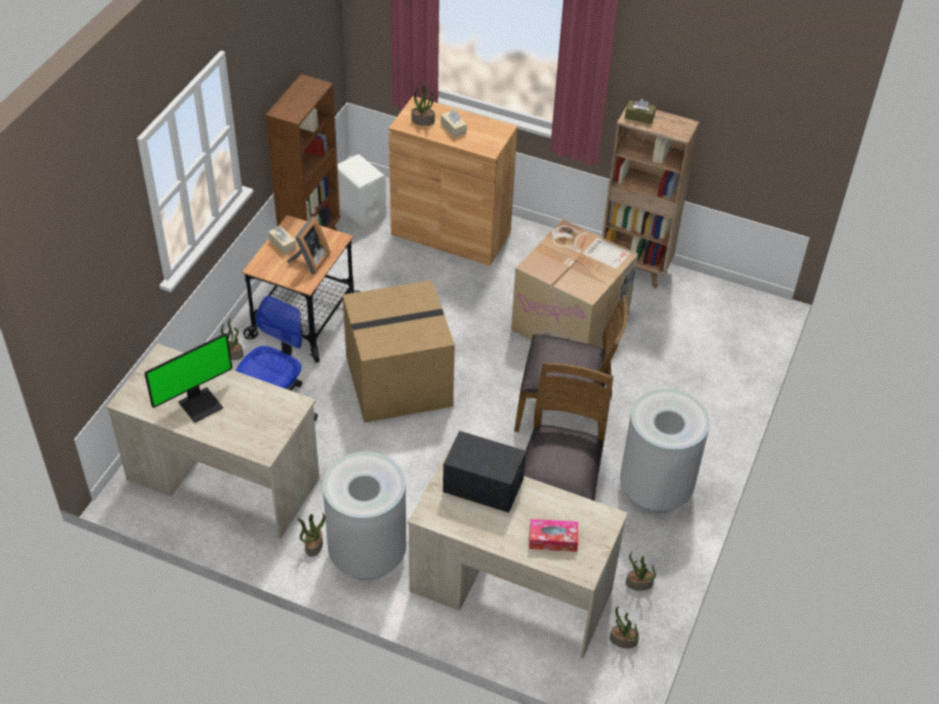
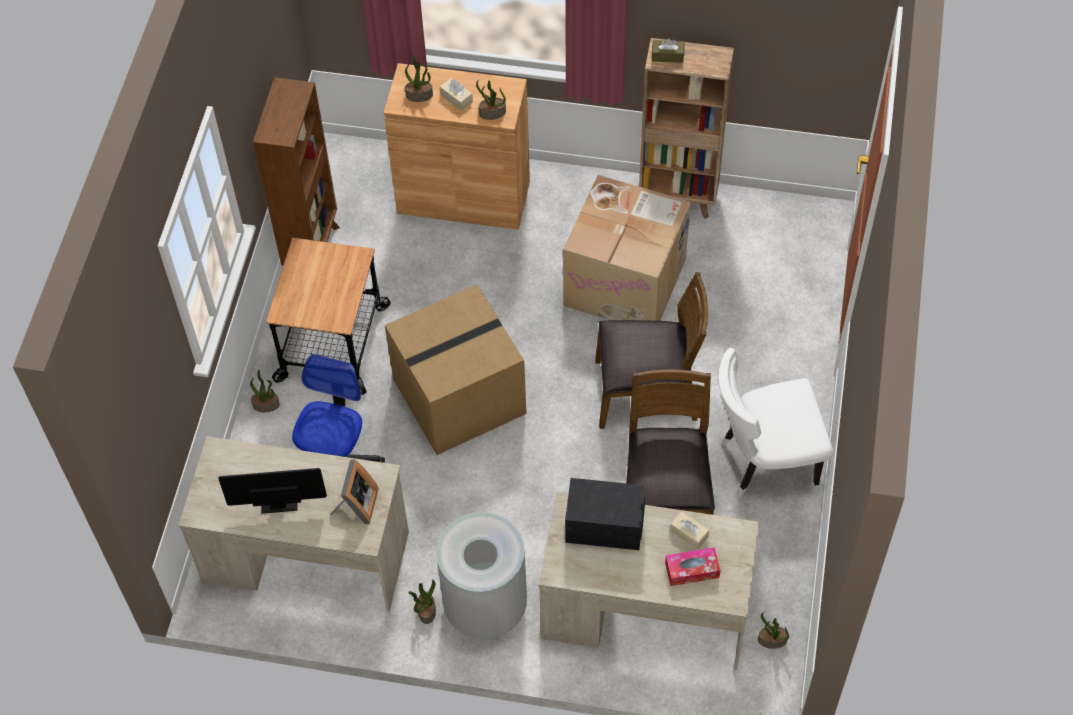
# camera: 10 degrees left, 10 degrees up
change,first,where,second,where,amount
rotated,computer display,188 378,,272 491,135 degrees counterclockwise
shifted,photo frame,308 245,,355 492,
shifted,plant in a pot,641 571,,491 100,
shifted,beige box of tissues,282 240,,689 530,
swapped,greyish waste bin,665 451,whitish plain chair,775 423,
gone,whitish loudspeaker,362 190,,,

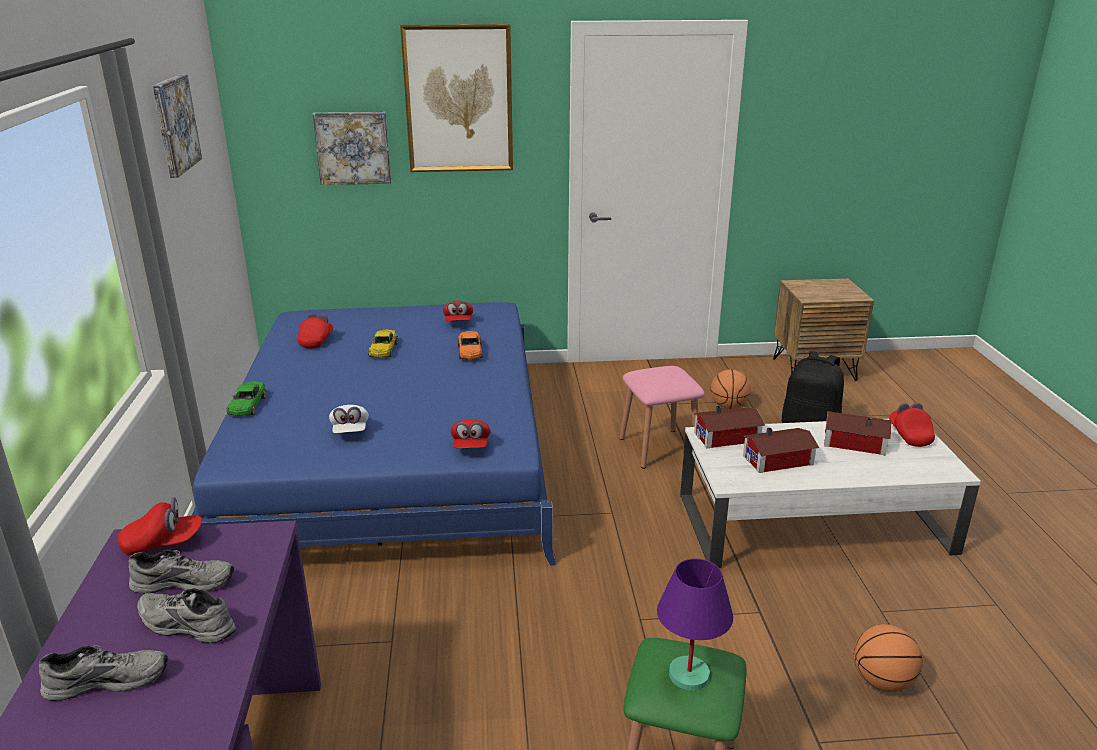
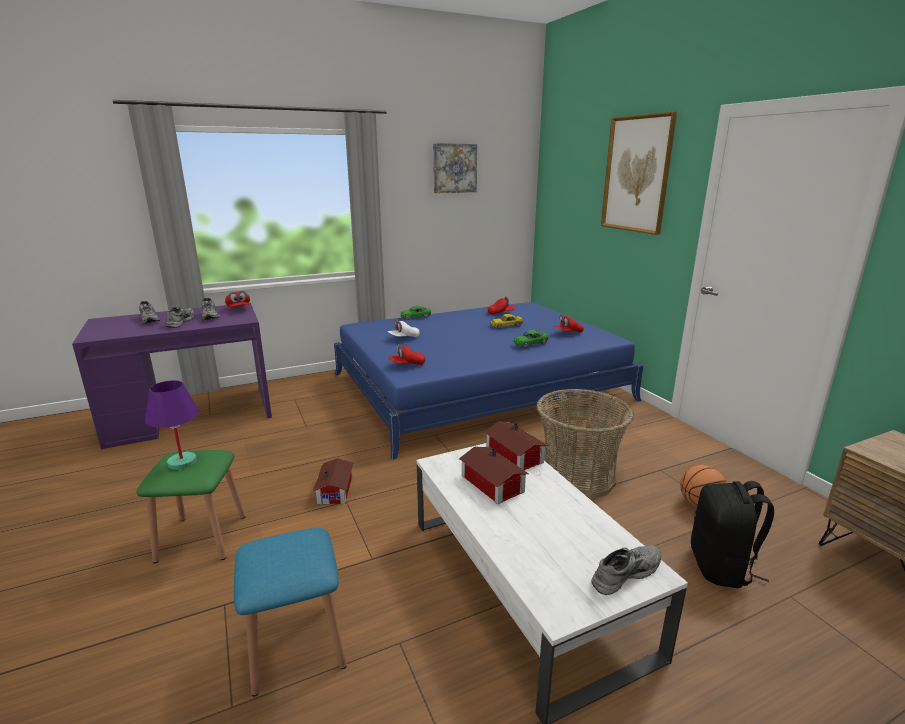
# camera: 70 degrees right, 5 degrees down
change,first,where,second,where,amount
swapped,basketball ball,888 658,blue-coloured stool,290 612,
shifted,toy house,857 433,,333 481,
repainted,orange model car,470 345,greenish model car,531 339,
swapped,pinkish stool,662 417,household basket,585 444,
swapped,red-coloured peaked cap,912 425,greyish low shoe,626 570,
gone,wall picture,351 148,,,

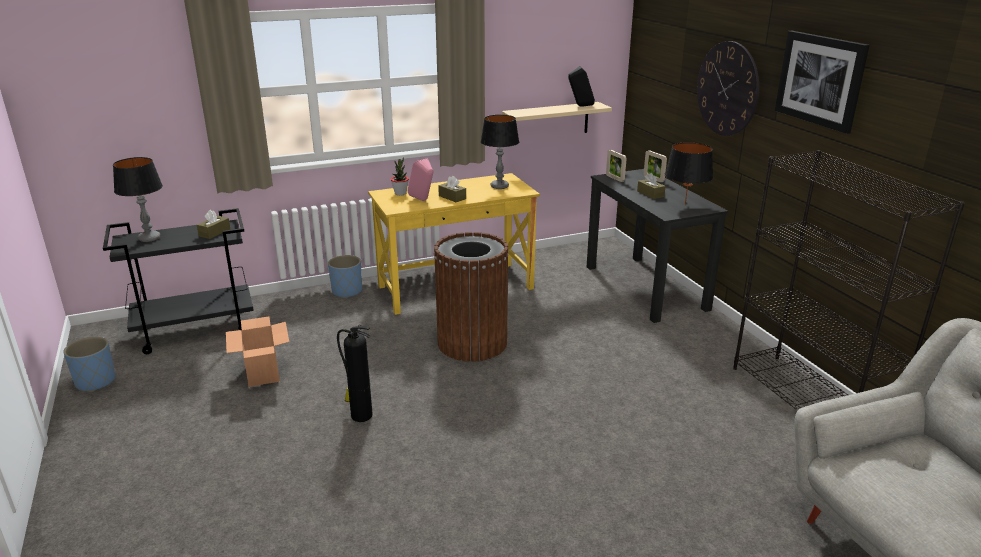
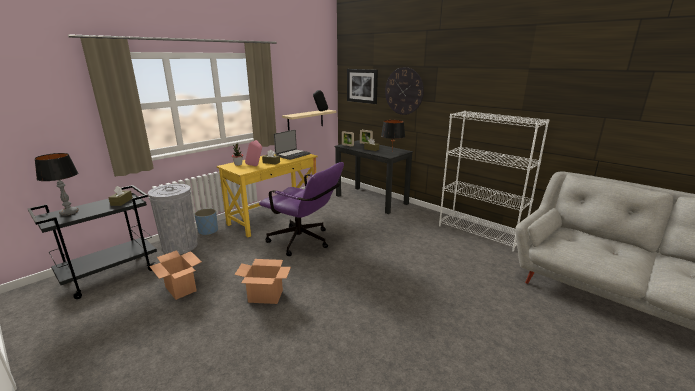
# camera: 25 degrees left, 5 degrees down
change,first,where,second,where,amount
new,,,greyish waste bin,173 219,
swapped,fire extinguisher,355 373,packing box,262 281,
swapped,brown waste bin,471 297,purplish office chair,301 209,
swapped,tabletop lamp,500 152,laptop,292 145,
shifted,wall picture,822 82,,362 86,
repainted,blackish shelving unit,849 280,whitish shelving unit,494 181,
gone,blue-coloured flower pot,89 364,,,

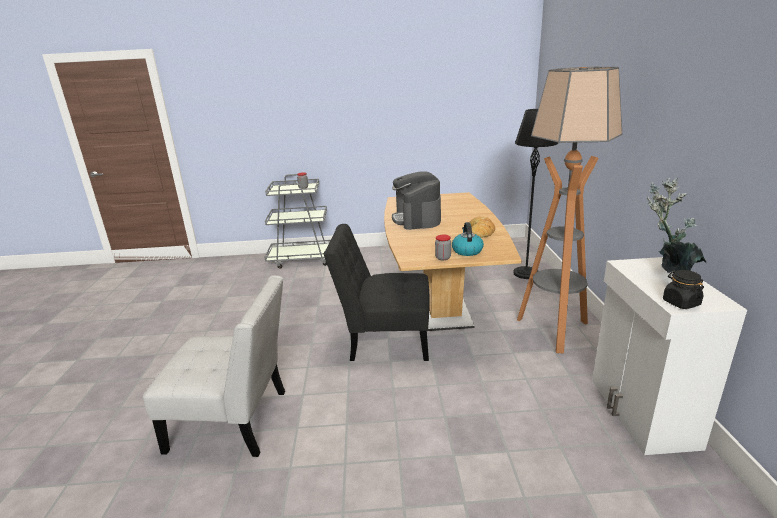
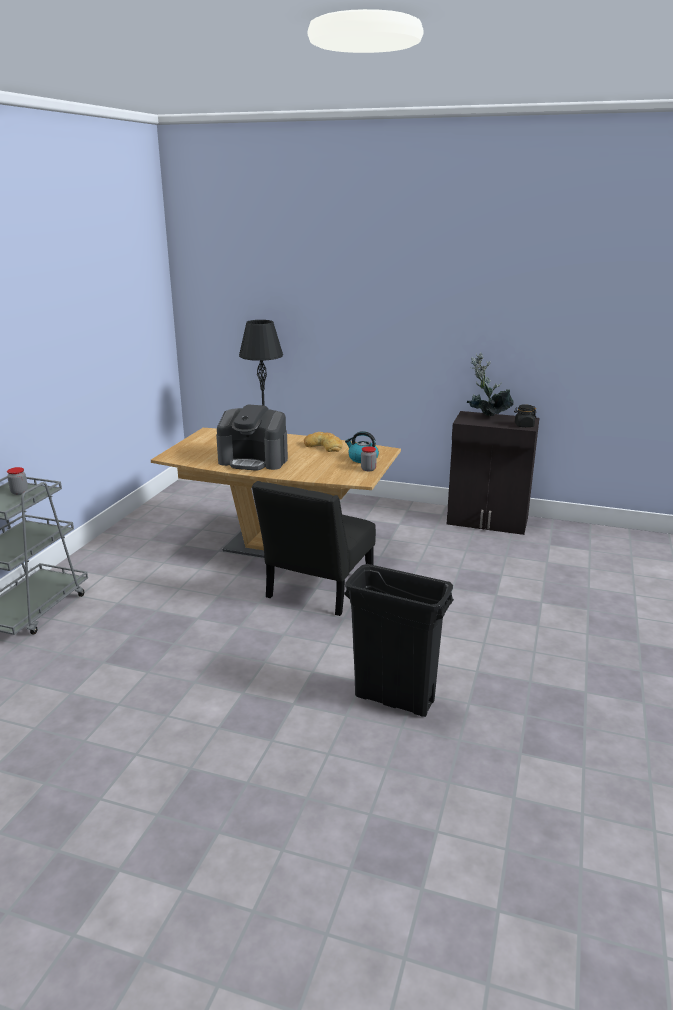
# camera: 70 degrees left, 0 degrees up
change,first,where,second,where,amount
swapped,whitish plain chair,214 366,blackish waste bin,399 640,
repainted,whitish cupboard,669 356,blackish cupboard,493 473,
gone,floor lamp,570 210,,,

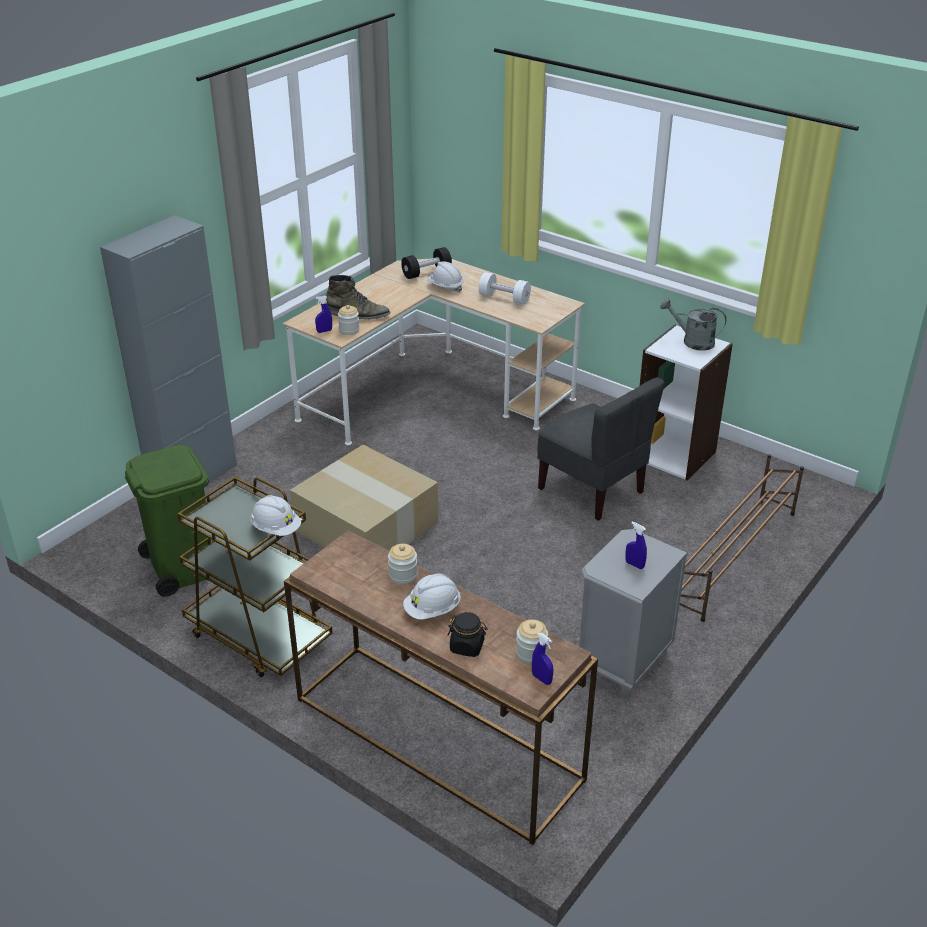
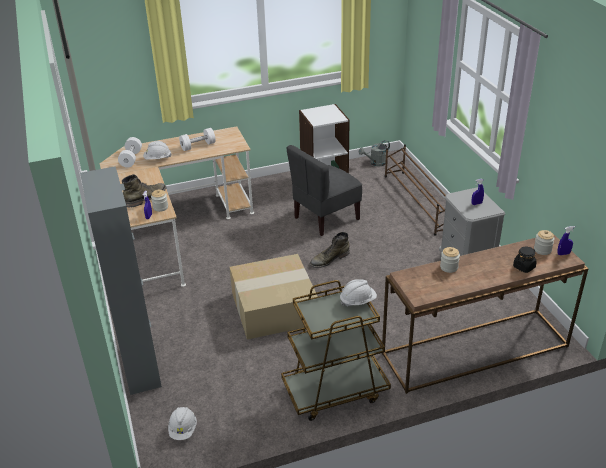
# camera: 55 degrees left, 0 degrees up
change,first,where,second,where,amount
repainted,blackish hand weight,426 263,whitish hand weight,130 152,
shifted,whitish hard hat,432 597,,182 423,
rotated,greyish plain chair,601 449,,324 190,150 degrees clockwise
new,,,greenish boot,330 250,
shifted,greyish watering pot,693 324,,374 153,
gone,greenish waste bin,168 521,,,

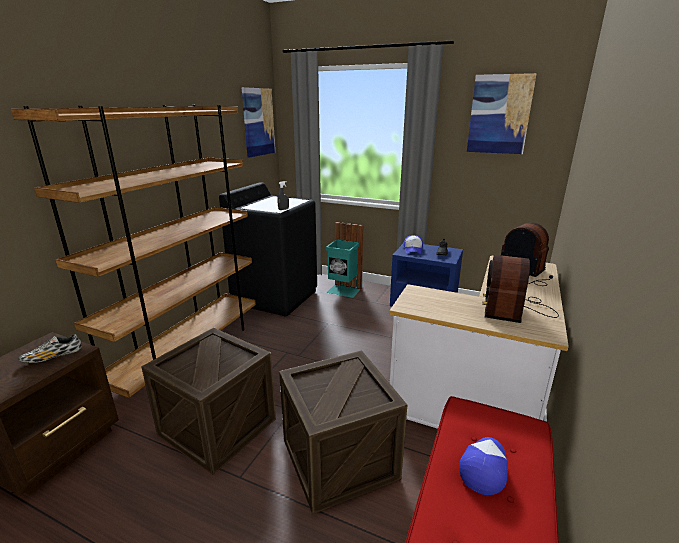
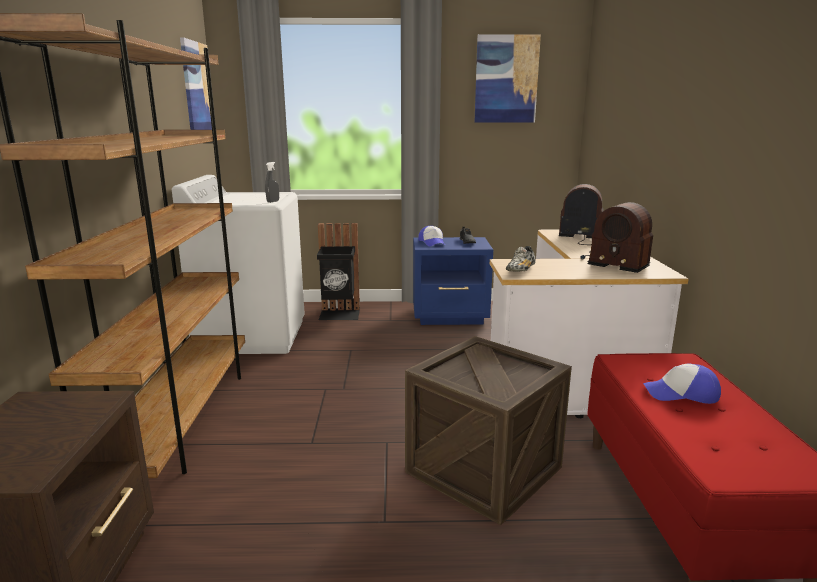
# camera: 25 degrees left, 5 degrees down
change,first,where,second,where,amount
repainted,blackish laundry machine,268 249,whitish laundry machine,238 264,
repainted,blue-green waste bin,345 260,blackish waste bin,338 271,
shifted,low shoe,50 348,,521 259,
rotated,radio,520 289,,617 237,45 degrees counterclockwise
rotated,peaked cap,483 466,,682 384,90 degrees counterclockwise
gone,crate,208 401,,,

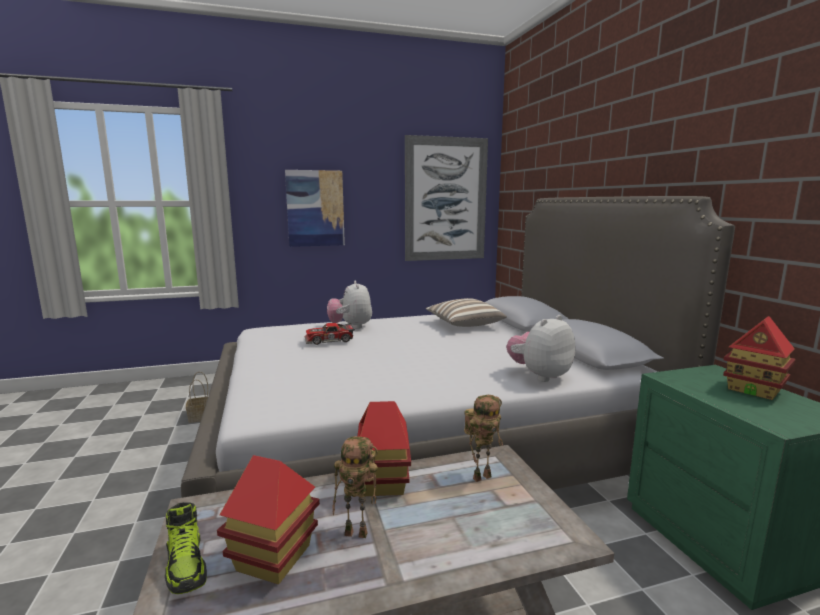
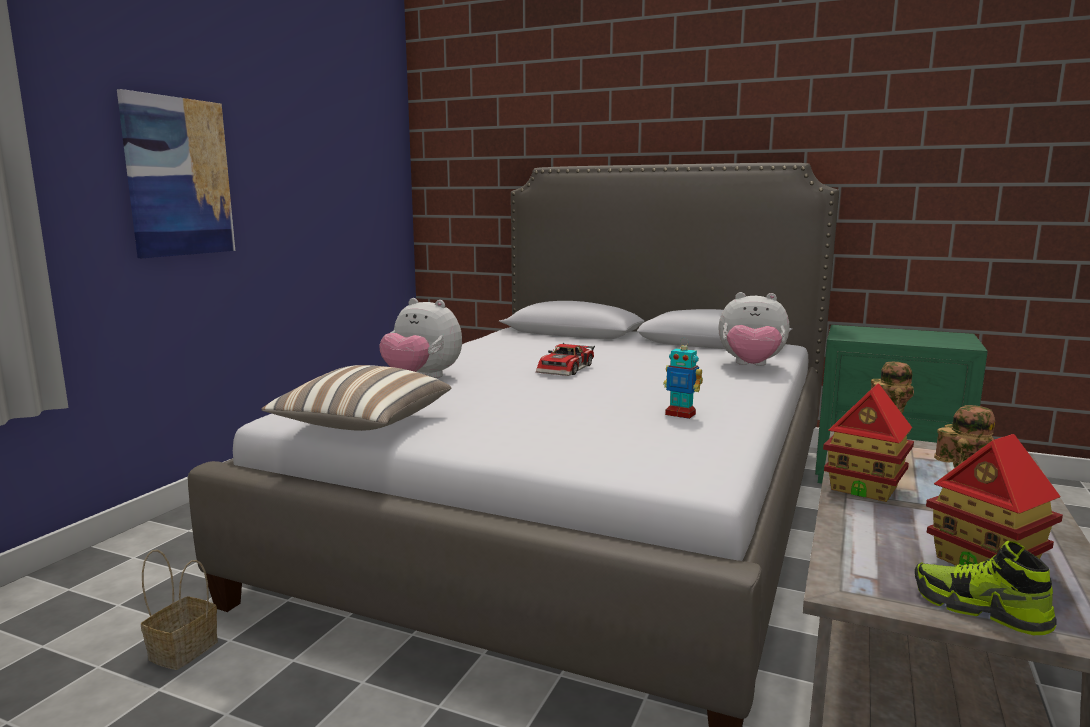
# camera: 50 degrees left, 0 degrees up
change,first,where,second,where,amount
shifted,throw pillow,466 312,,356 398,
shifted,model car,330 334,,565 359,
new,,,toy robot,683 378,
rotated,cuddly toy,540 348,,753 329,75 degrees counterclockwise
rotated,low shoe,186 548,,986 588,150 degrees counterclockwise
gone,wall picture,446 198,,,
gone,toy house,759 358,,,

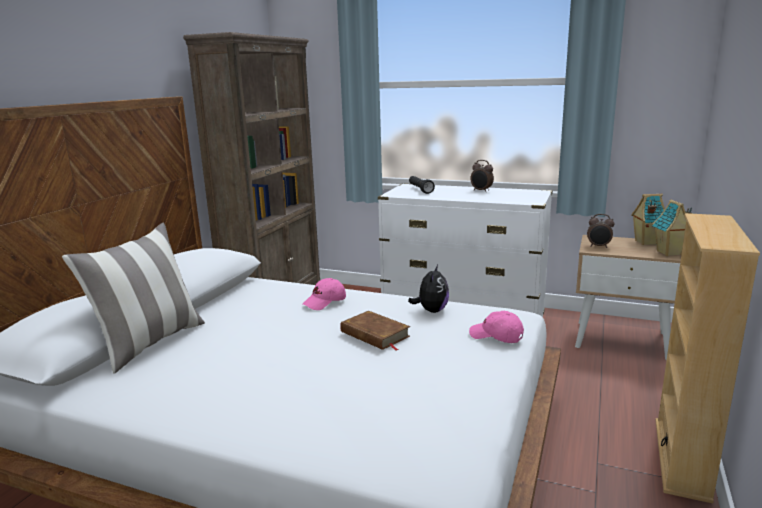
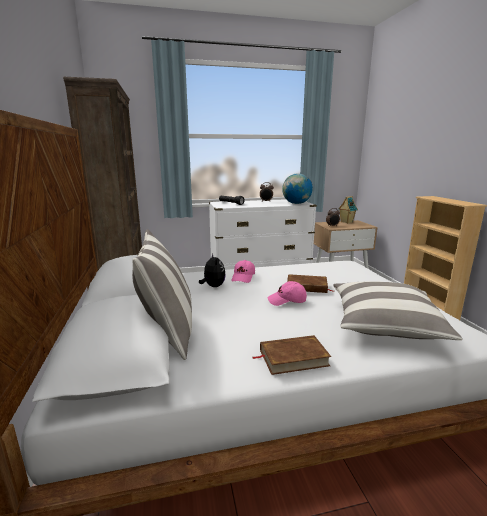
# camera: 35 degrees left, 0 degrees up
change,first,where,second,where,amount
shifted,cuddly toy,428 289,,212 270,
new,,,brown bound book,291 355,
shifted,pinkish peaked cap,496 327,,287 293,
new,,,desk globe,297 188,
new,,,throw pillow,398 310,
gone,toy house,672 227,,,

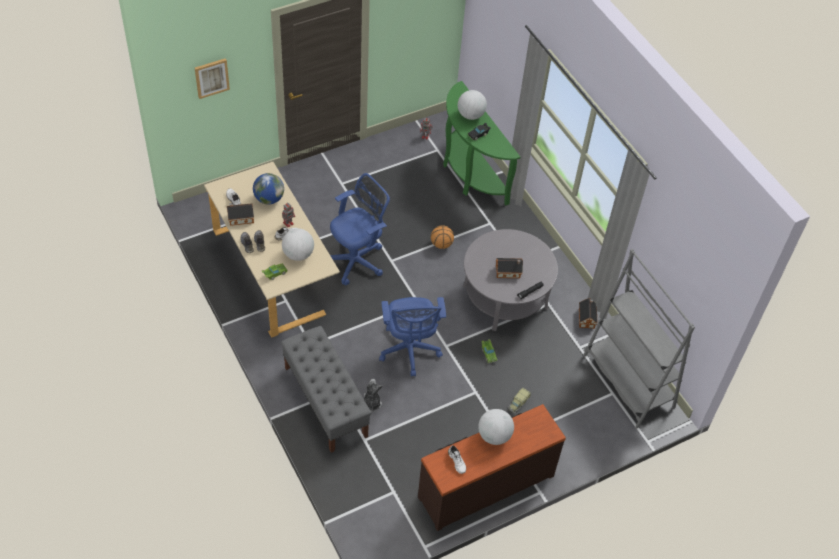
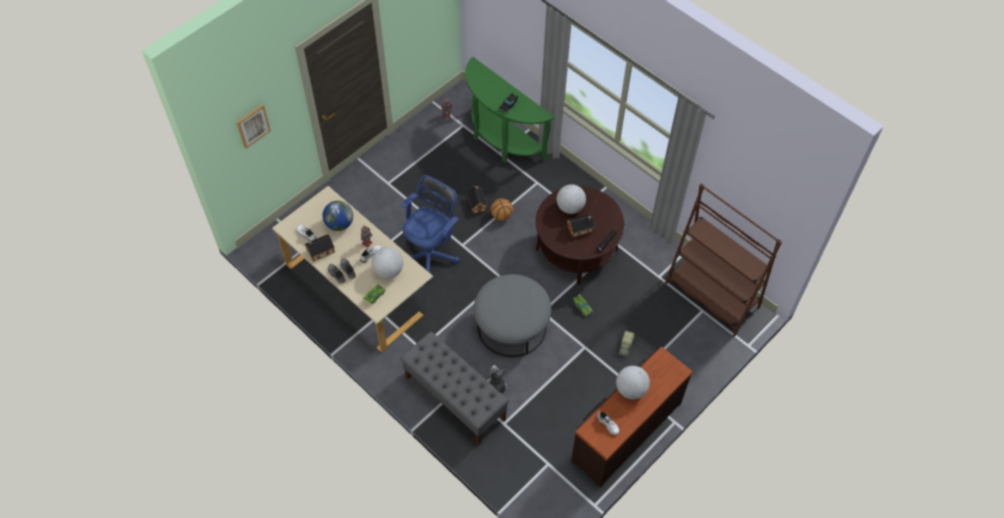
# camera: 15 degrees left, 5 degrees up
change,first,where,second,where,amount
shifted,toy house,588 313,,477 200,
swapped,blue-coloured office chair,412 337,greyish pouffe,512 315,
repainted,greyish coffee table,510 280,brown coffee table,580 235,
shifted,desk globe,472 105,,571 199,
repainted,greyish shelving unit,639 339,brown shelving unit,723 260,

